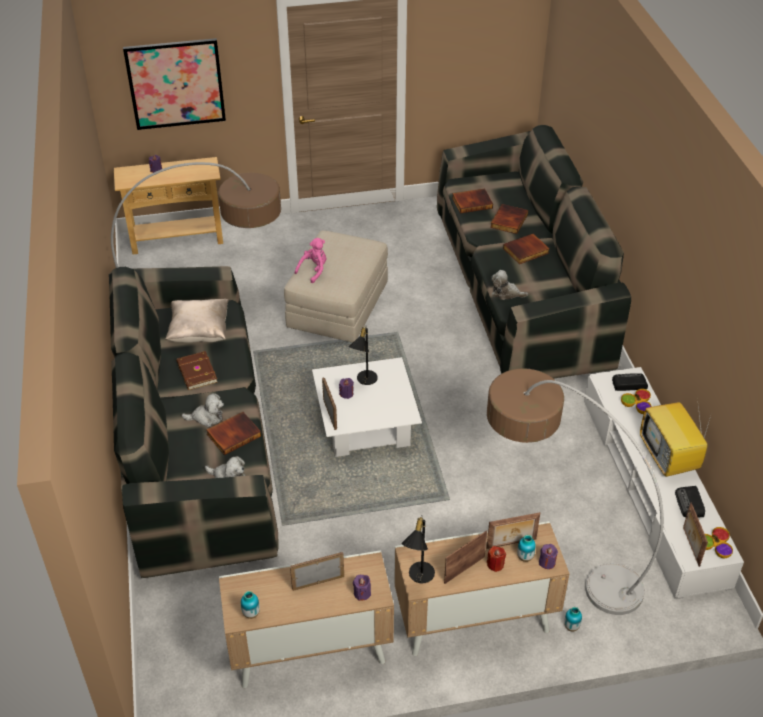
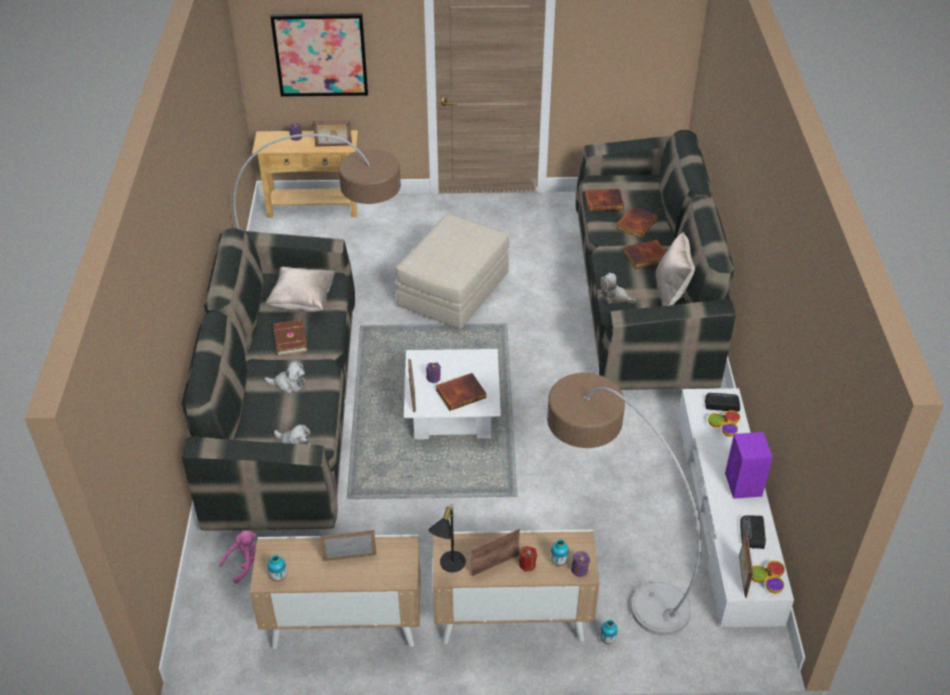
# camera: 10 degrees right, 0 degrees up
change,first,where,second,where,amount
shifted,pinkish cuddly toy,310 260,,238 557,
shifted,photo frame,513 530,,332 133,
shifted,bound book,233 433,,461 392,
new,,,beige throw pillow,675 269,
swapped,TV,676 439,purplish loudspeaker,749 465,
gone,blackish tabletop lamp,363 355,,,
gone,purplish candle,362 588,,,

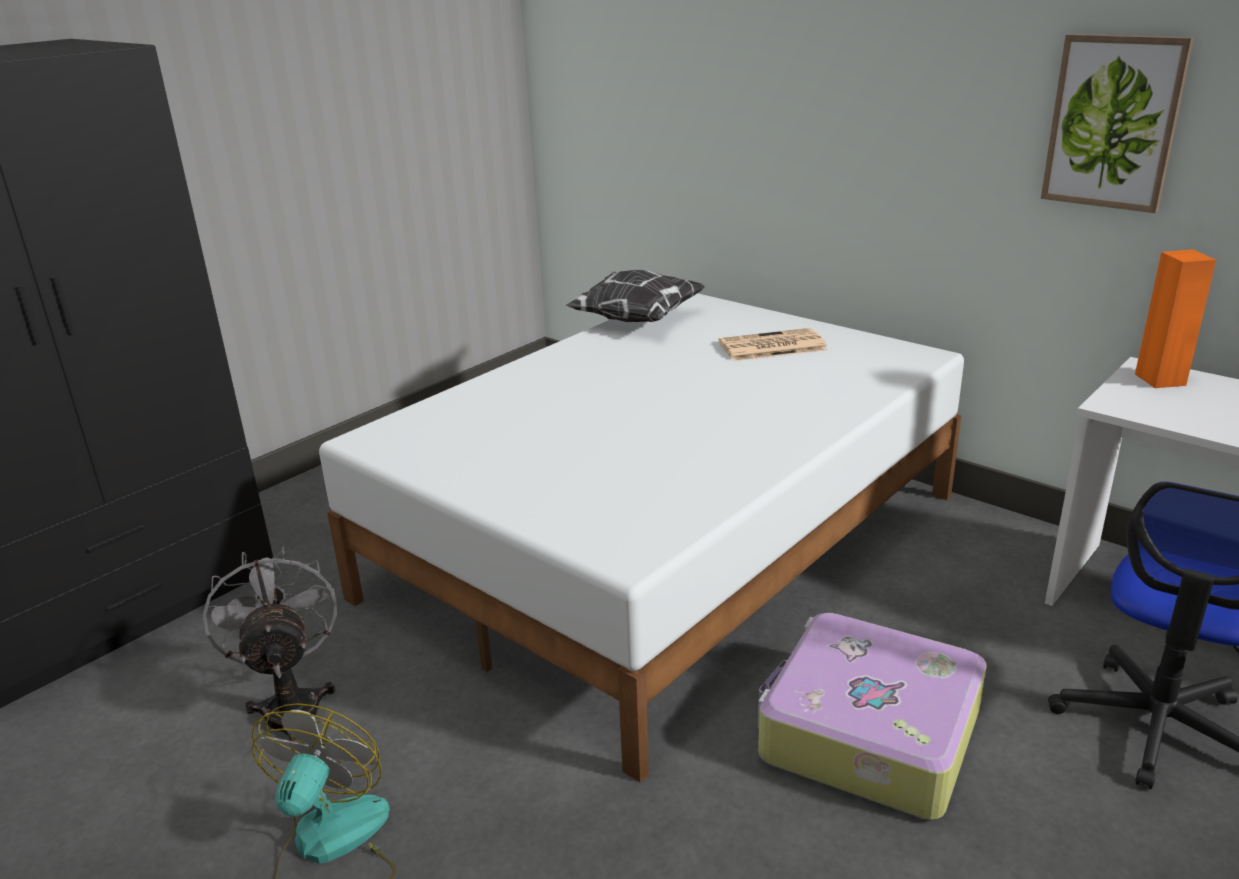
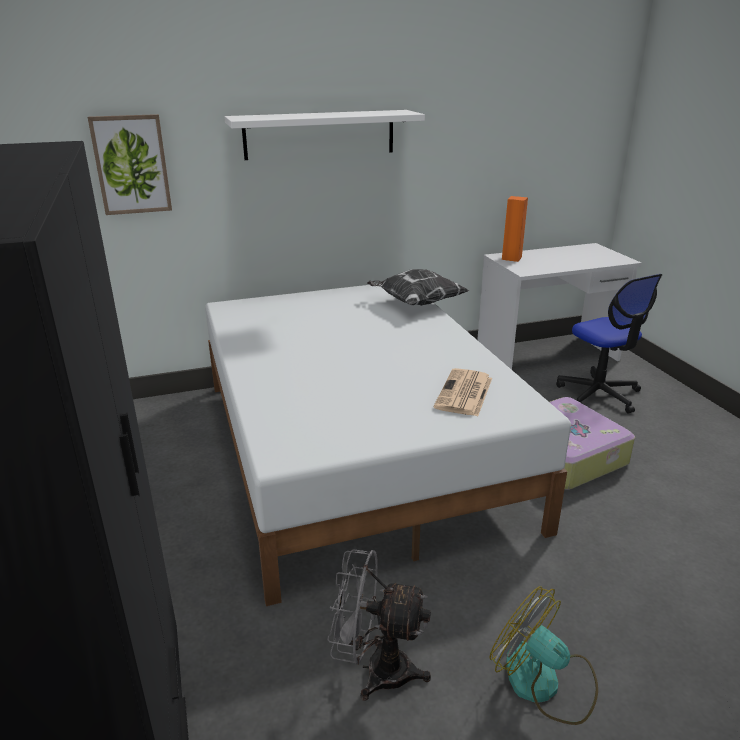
# camera: 60 degrees left, 0 degrees up
change,first,where,second,where,amount
shifted,wall picture,1117 123,,130 164,
new,,,whitish bracket shelf,324 135,
shifted,throw pillow,635 296,,418 287,
shifted,printed paper,773 344,,463 392,

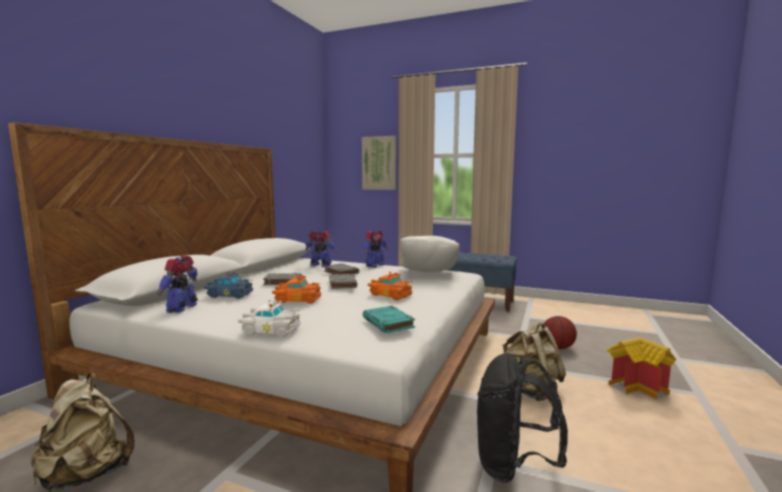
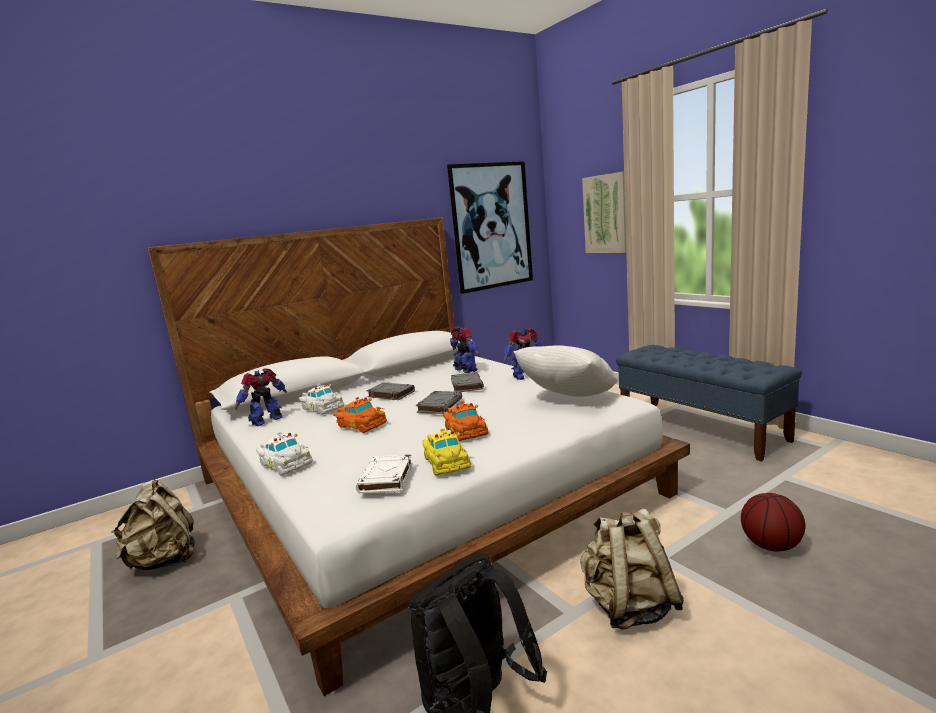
# camera: 35 degrees right, 5 degrees up
change,first,where,second,where,amount
repainted,blue-coloured model car,228 285,whitish model car,321 399,
repainted,blue-green bound book,389 319,whitish bound book,384 473,
new,,,yellowish model car,446 452,
new,,,wall picture,490 227,
gone,toy house,641 368,,,

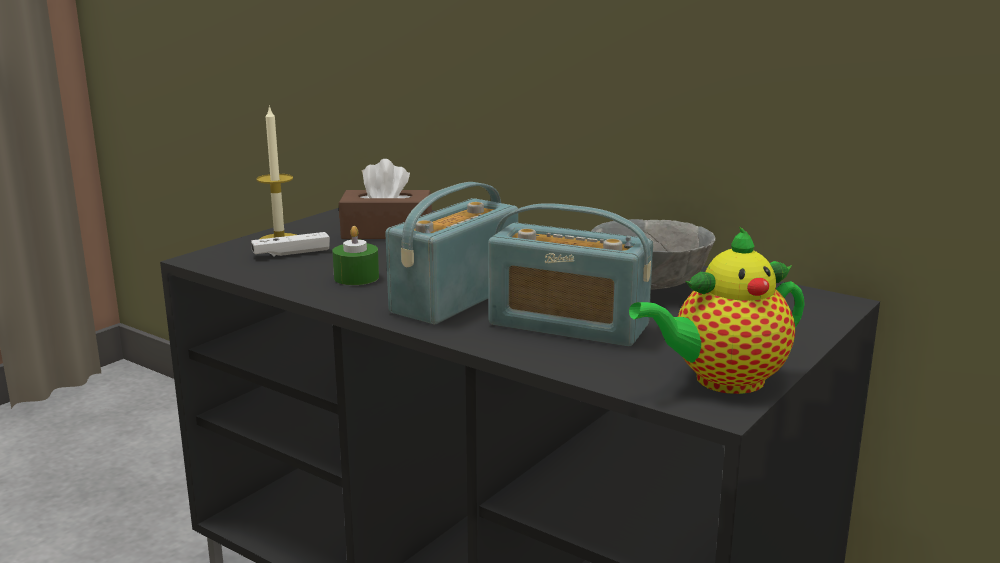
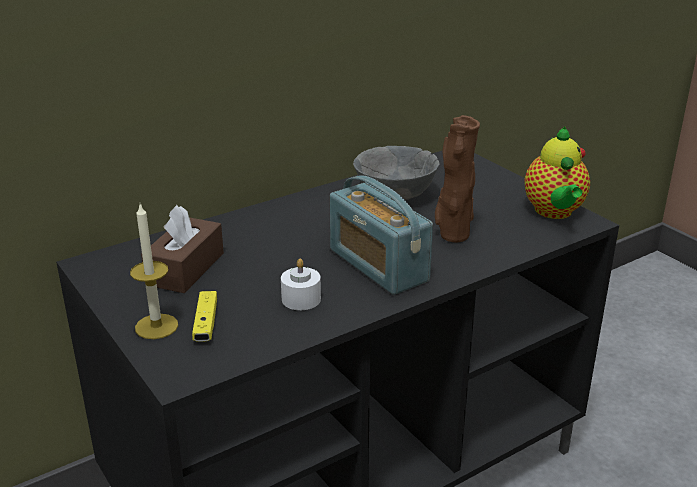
# camera: 70 degrees left, 10 degrees up
change,first,where,second,where,amount
repainted,whitish gamepad,290 244,yellowish gamepad,204 316,
repainted,greenish candle,356 255,whitish candle,301 284,
swapped,radio,570 274,brown vase,457 179,

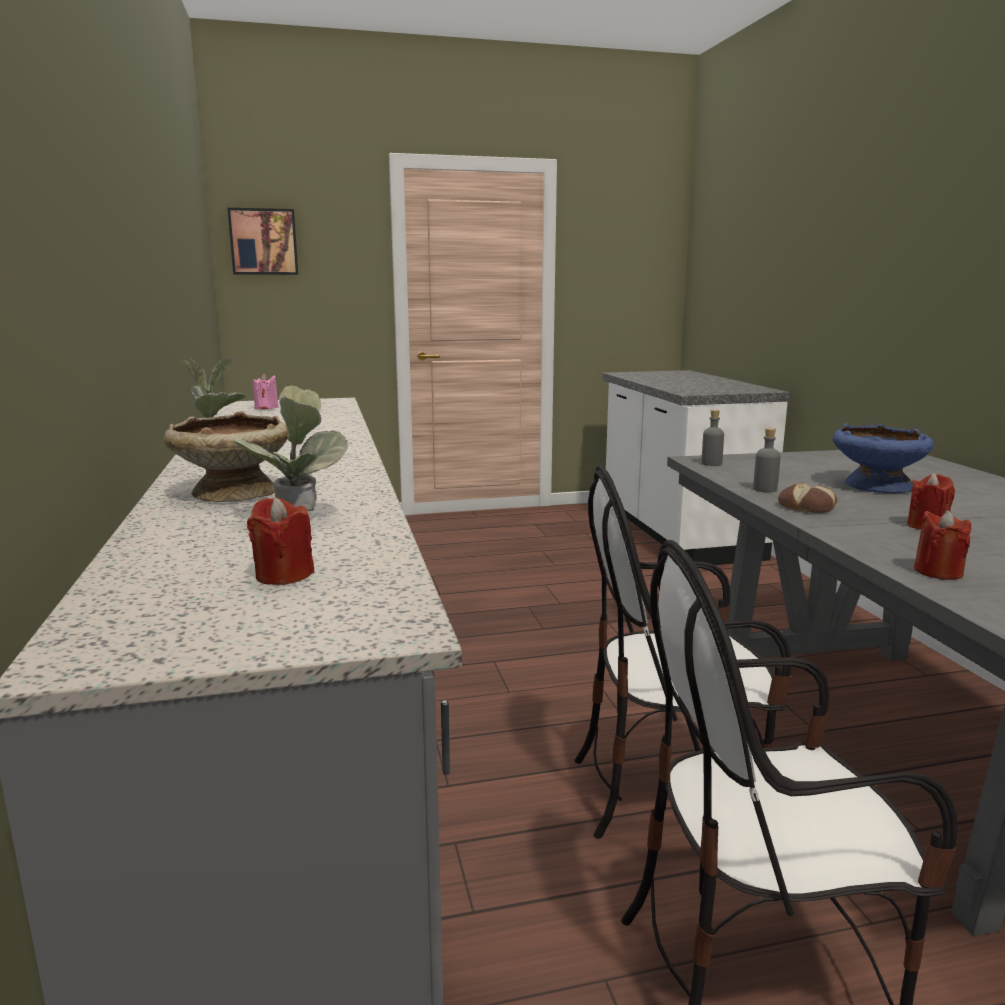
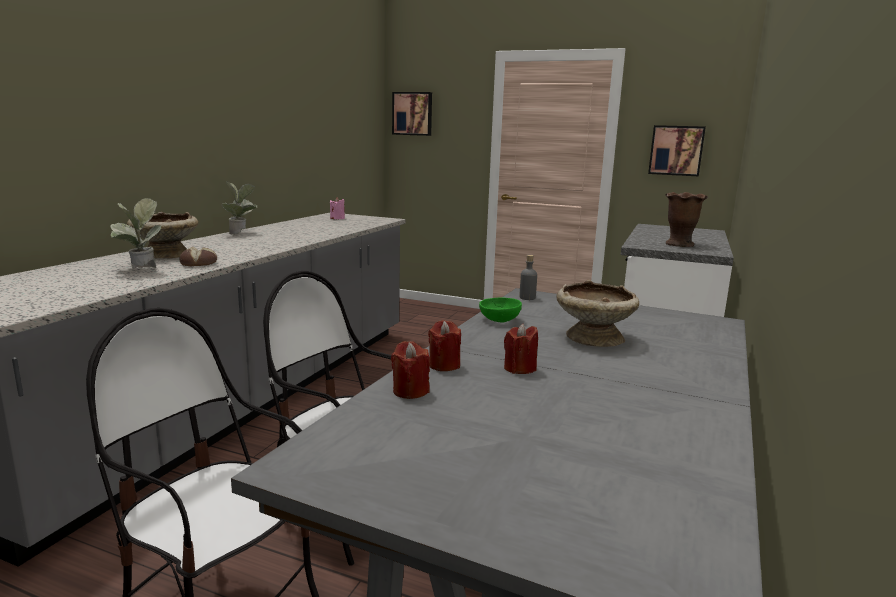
# camera: 35 degrees right, 0 degrees up
change,first,where,second,where,amount
shifted,baked bread,807 498,,198 256,
shifted,red-coloured candle,280 541,,444 345,
swapped,greyish beverage bottle,767 460,greenish bowl,500 309,
repainted,blue-coloured bowl,883 458,beige bowl,597 313,
new,,,wall picture,677 150,
new,,,brown vase,687 219,

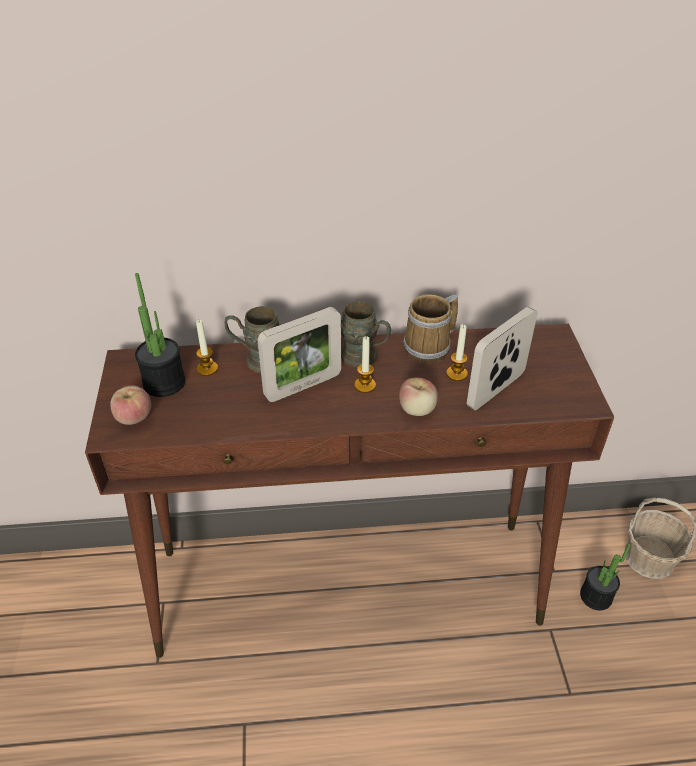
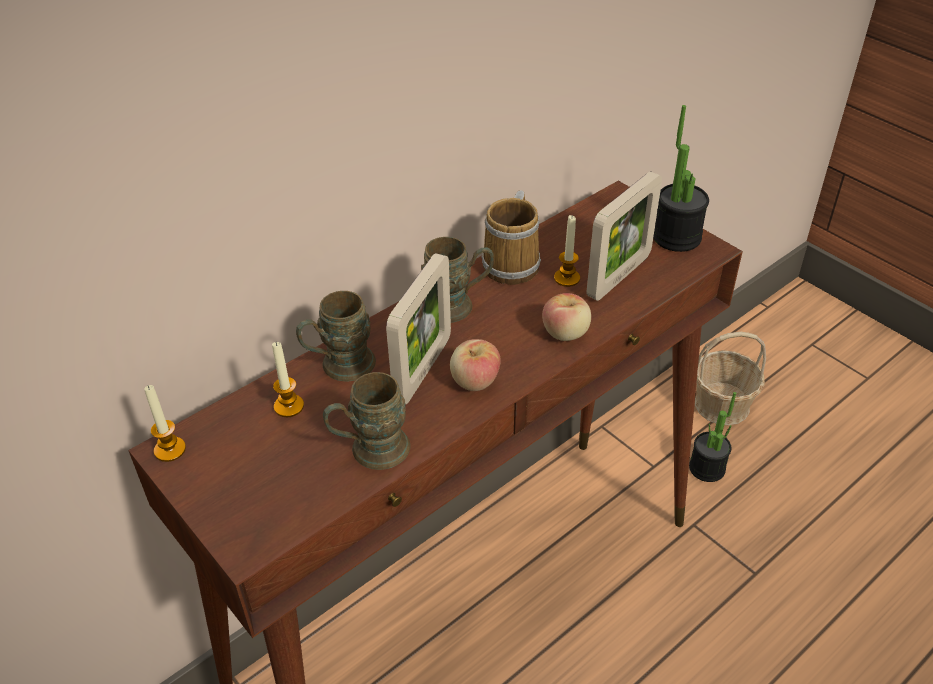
# camera: 35 degrees left, 0 degrees up
change,first,where,second,where,amount
shifted,candle,365 364,,165 423,
new,,,brown tea mug,366 421,
shifted,apple fruit,130 405,,475 365,
rotated,photo frame,502 358,,624 236,150 degrees counterclockwise
shifted,plant in a pot,160 335,,681 178,

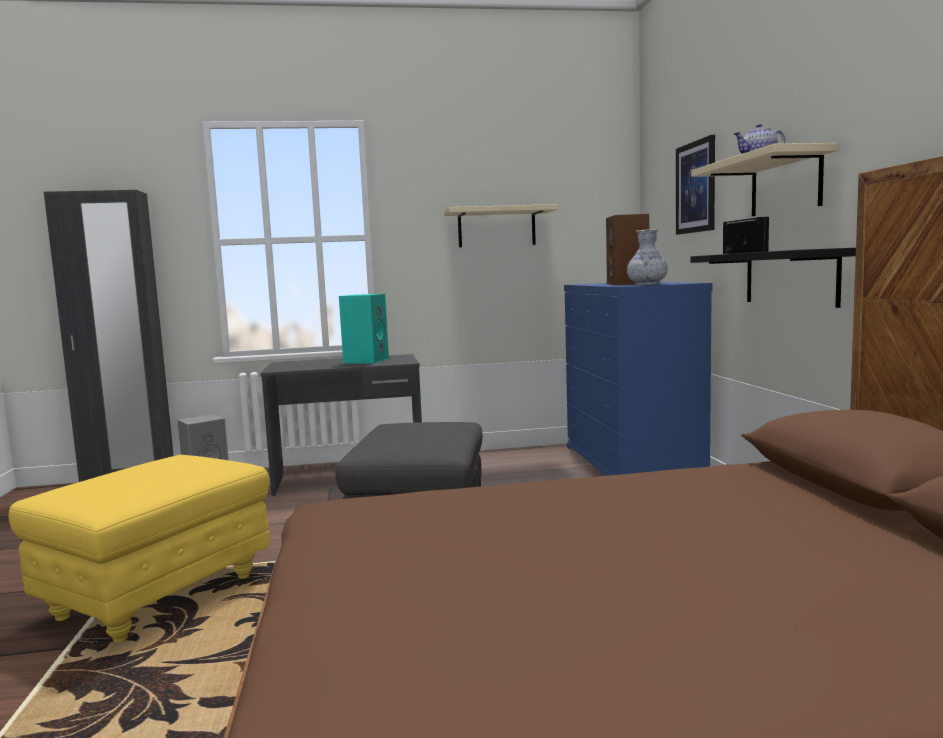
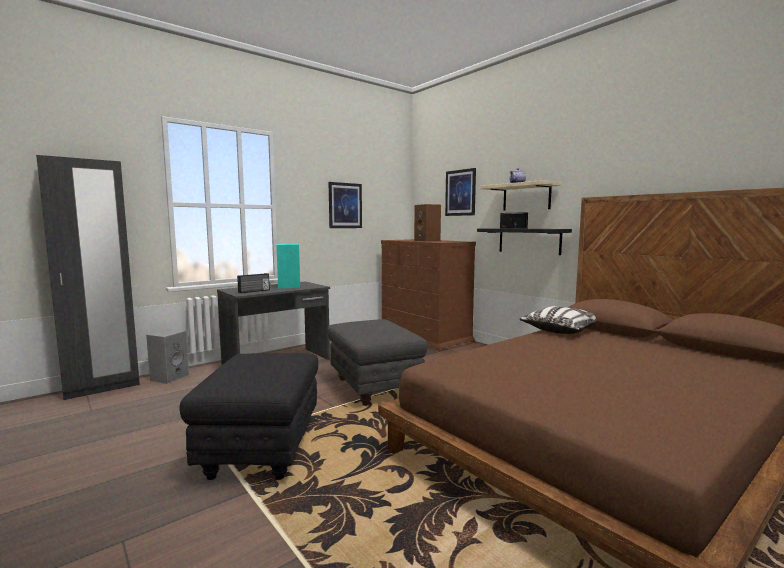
# camera: 30 degrees left, 0 degrees up
change,first,where,second,where,amount
repainted,yellowish pouffe,139 548,blackish pouffe,249 416,
new,,,radio,253 283,
swapped,beige bracket shelf,501 225,wall picture,345 205,
repainted,blue-coloured drawer chest,638 379,brown drawer chest,428 295,
new,,,throw pillow,557 320,
gone,vase,647 257,,,

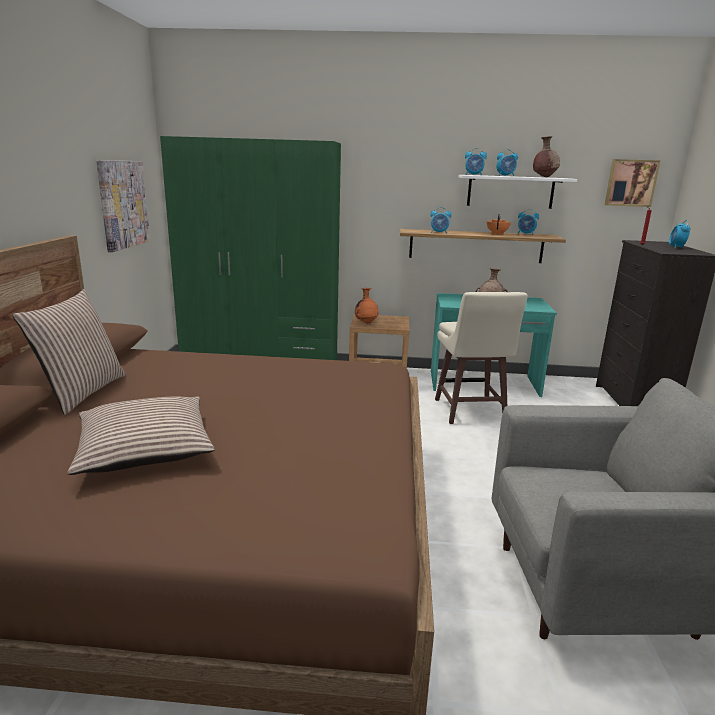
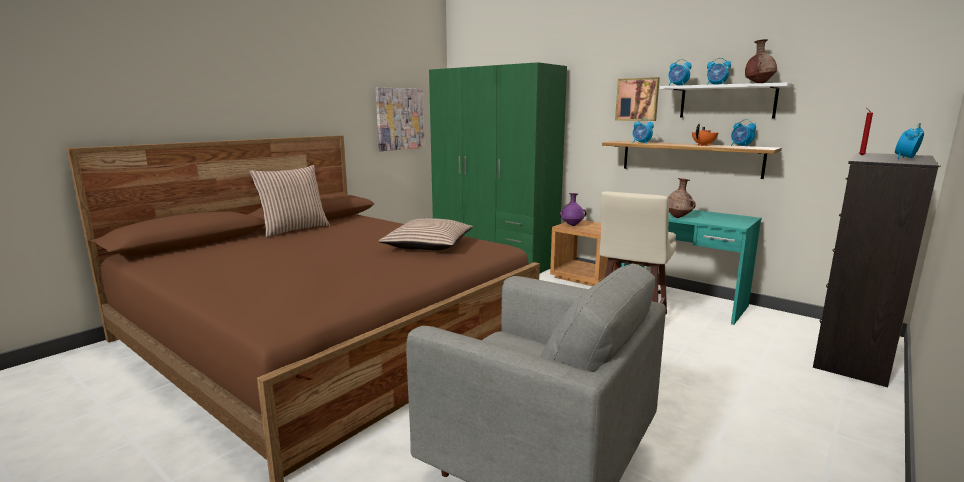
# camera: 35 degrees right, 5 degrees down
change,first,where,second,where,amount
shifted,throw pillow,141 435,,426 234,
repainted,orange vase,367 306,purplish vase,573 209,
shifted,wall picture,632 183,,637 99,

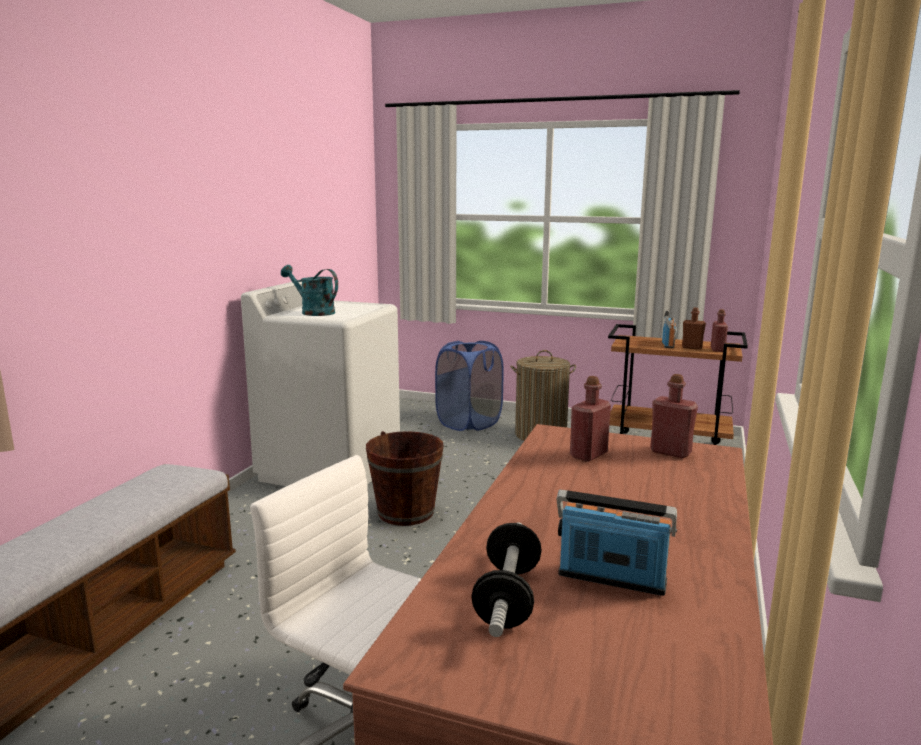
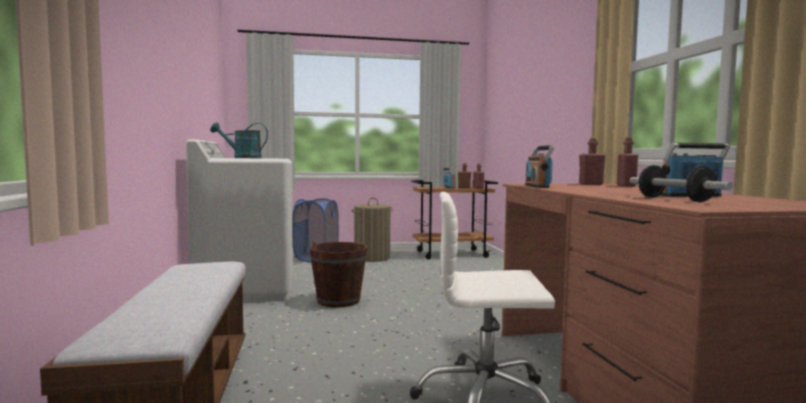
# camera: 30 degrees left, 10 degrees down
change,first,where,second,where,amount
new,,,radio,540 166,
shifted,red-coloured beverage bottle,590 419,,627 162,

